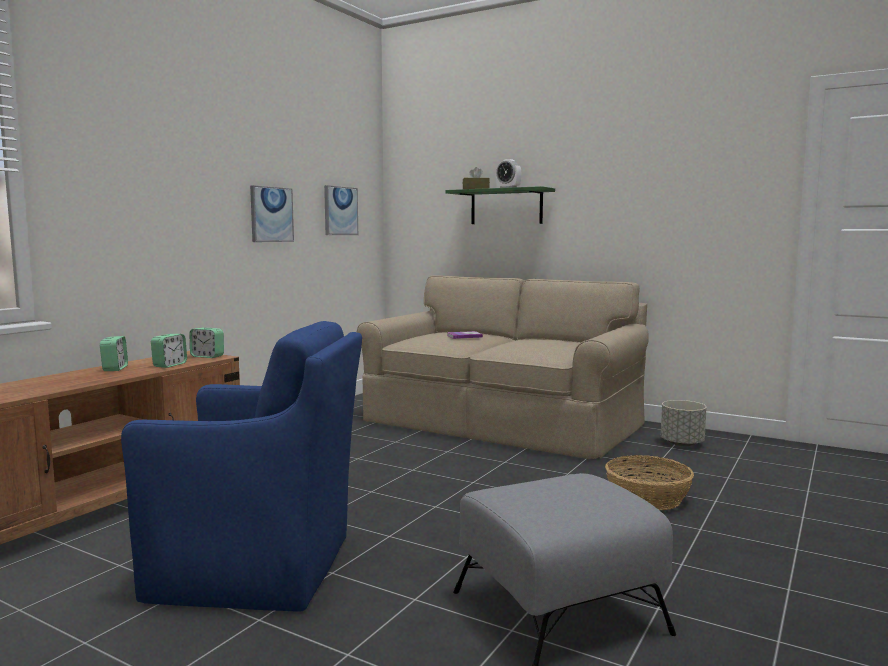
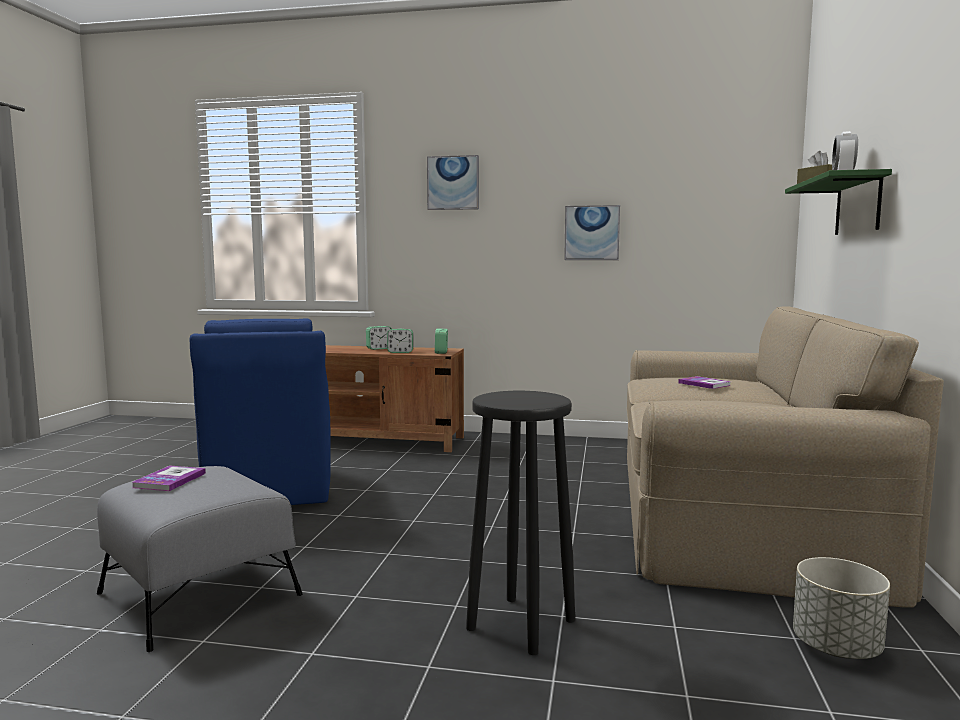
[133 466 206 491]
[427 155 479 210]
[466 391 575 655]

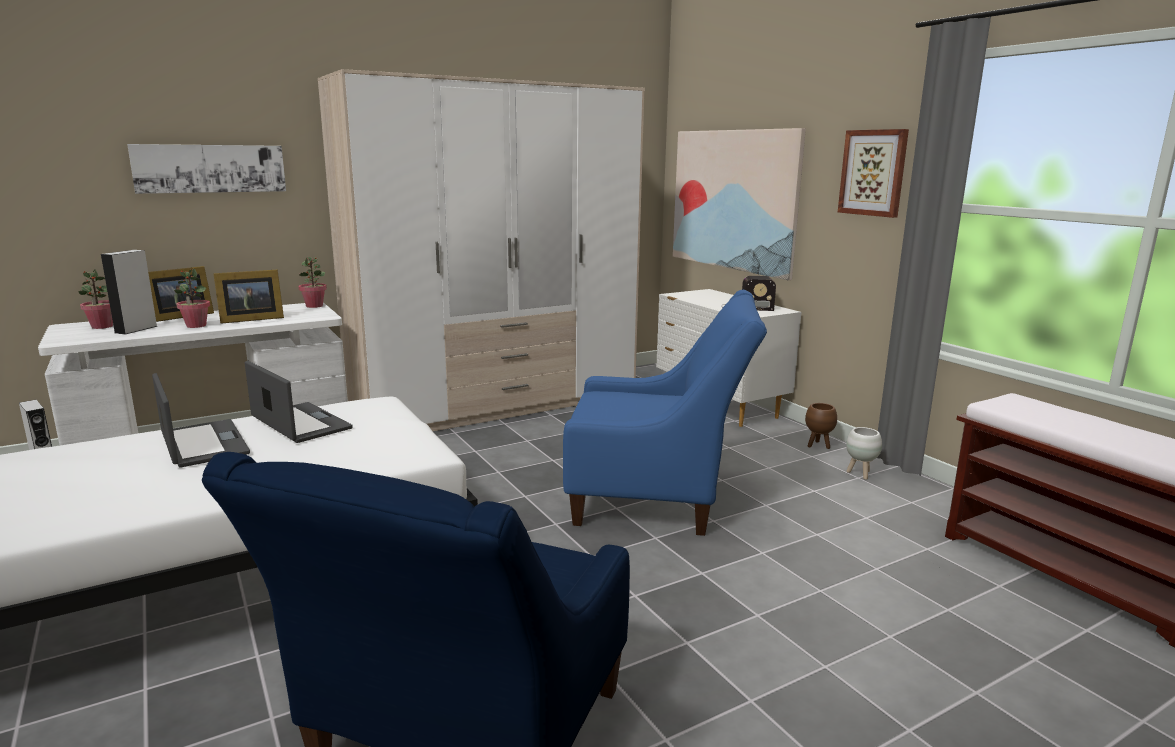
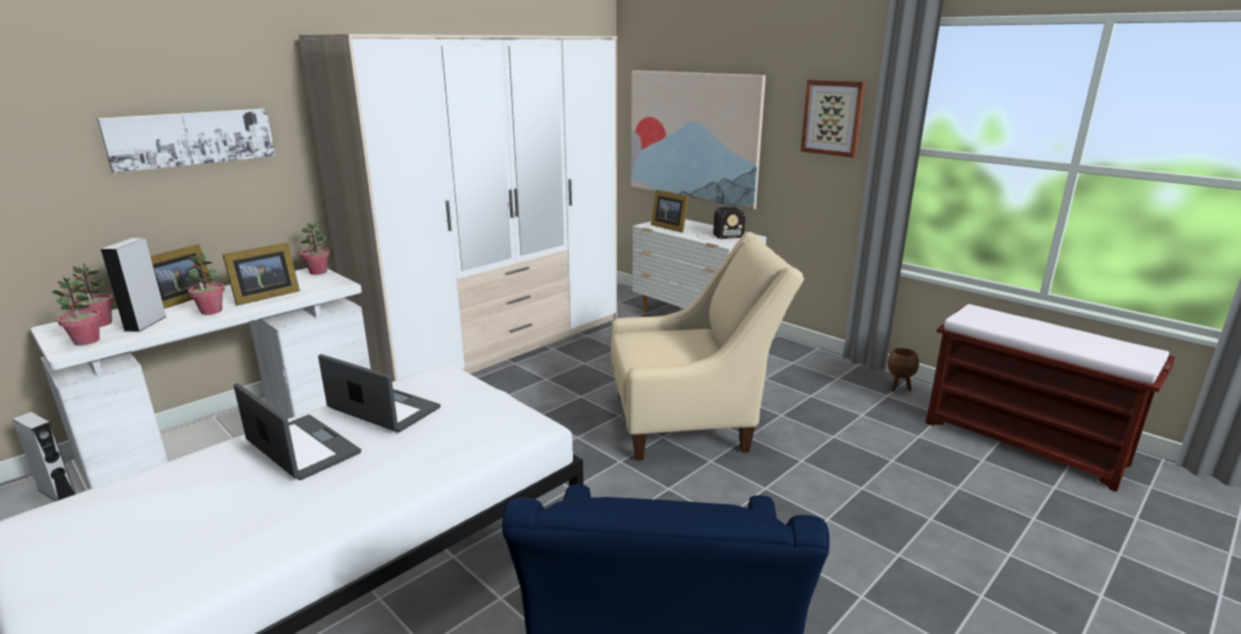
[846 427 882 480] (first image)
[52 277 102 345]
[651 190 689 233]
[887 348 919 391]
[611 232 804 461]

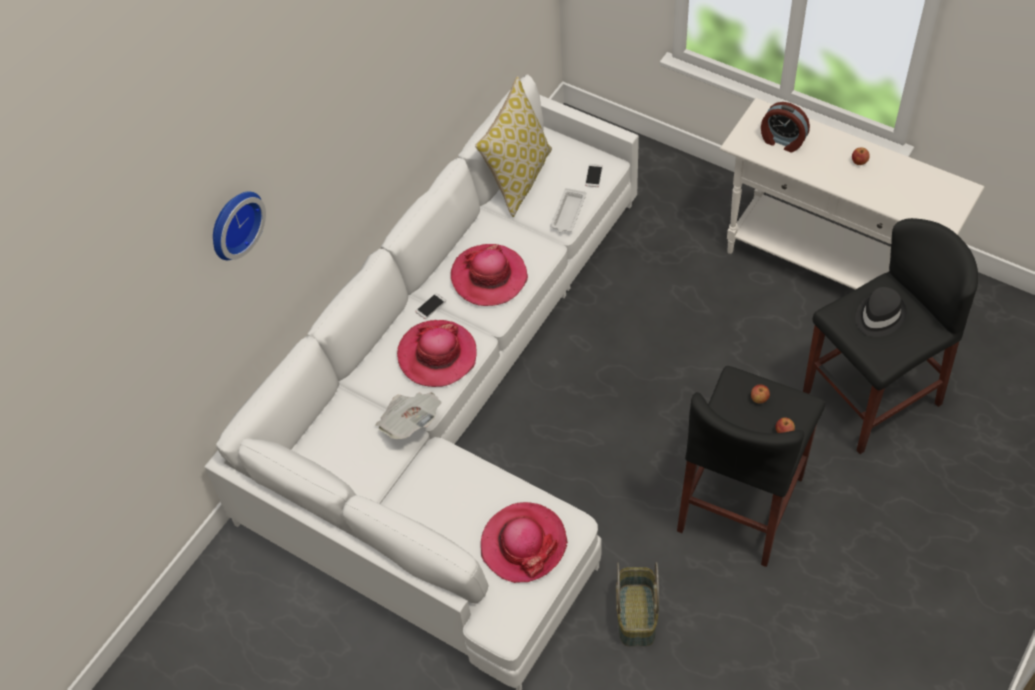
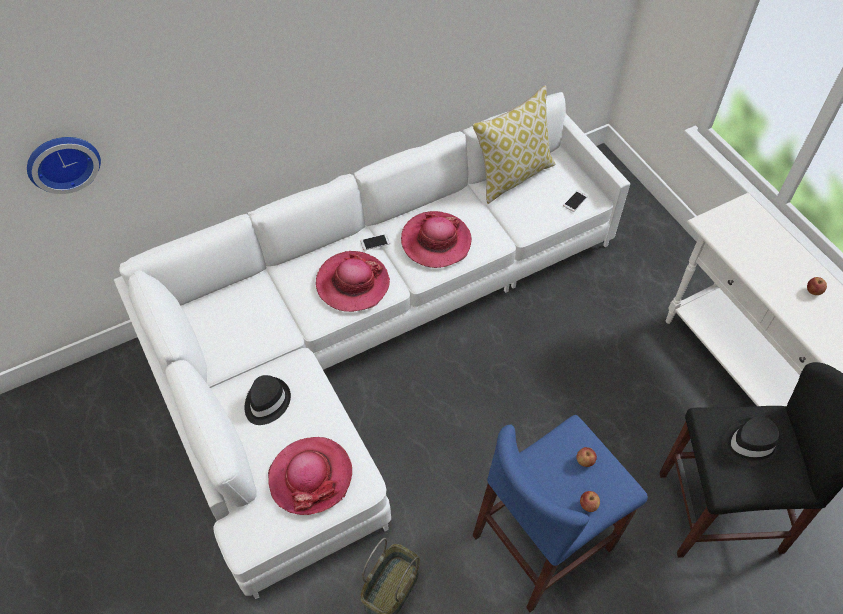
[375 392 441 439] (first image)
[550 188 587 233] (first image)
[761 102 810 152] (first image)
[245 375 291 425]
[27 137 101 194]
[473 415 648 612]

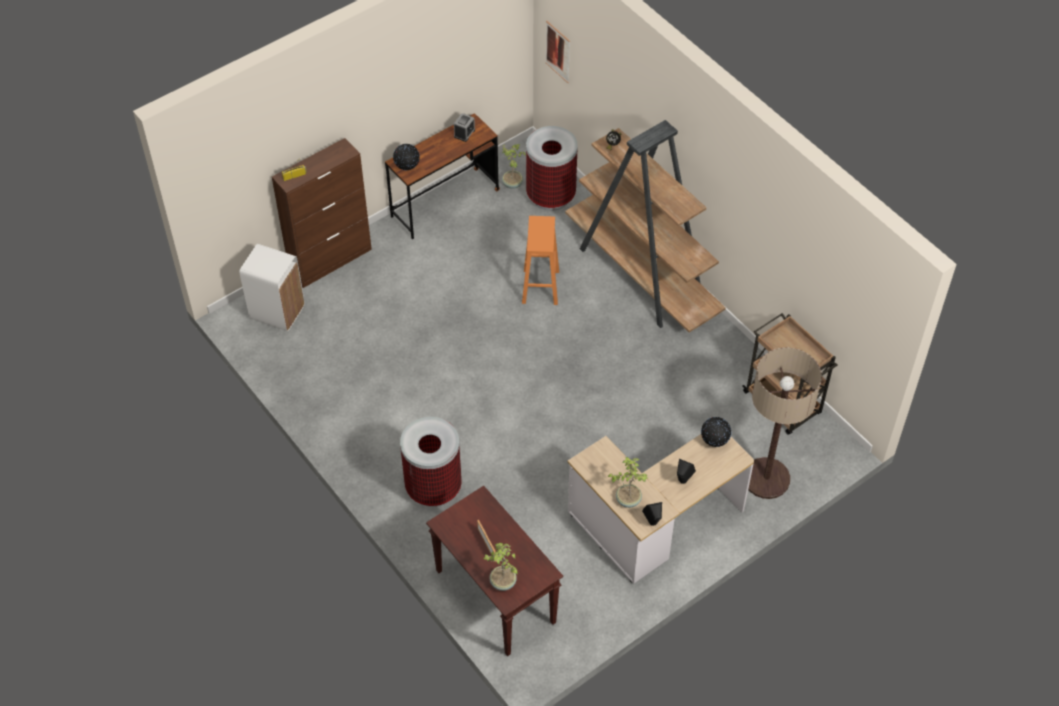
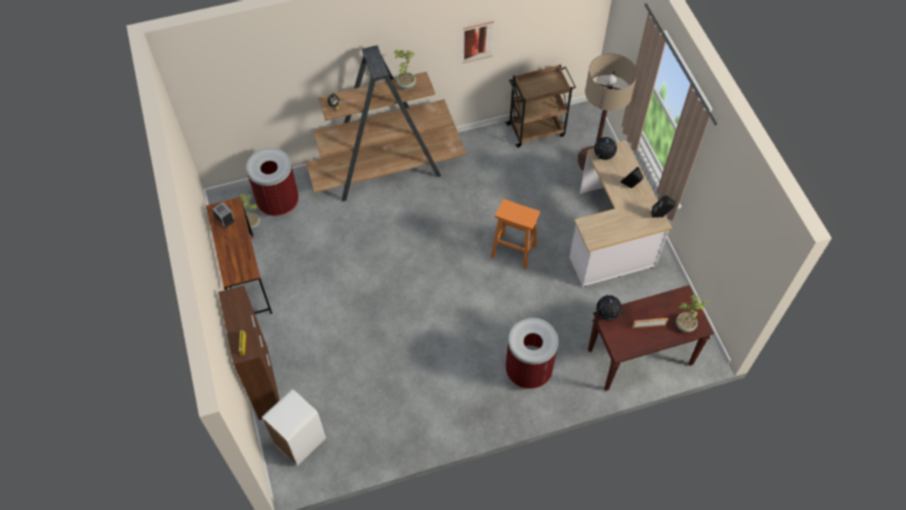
[596 295 622 320]
[491 199 540 269]
[463 21 494 63]
[394 50 416 89]

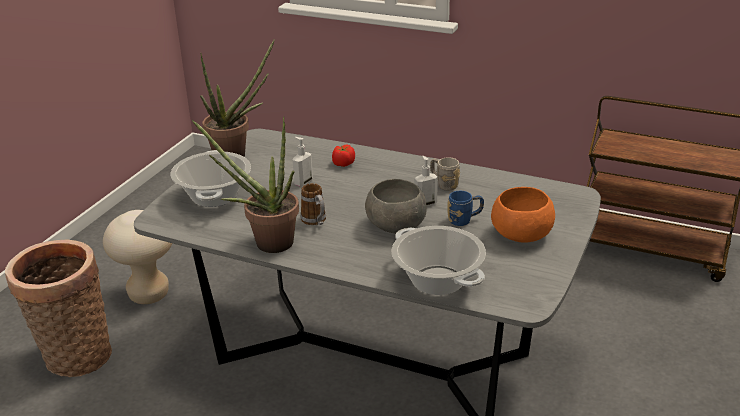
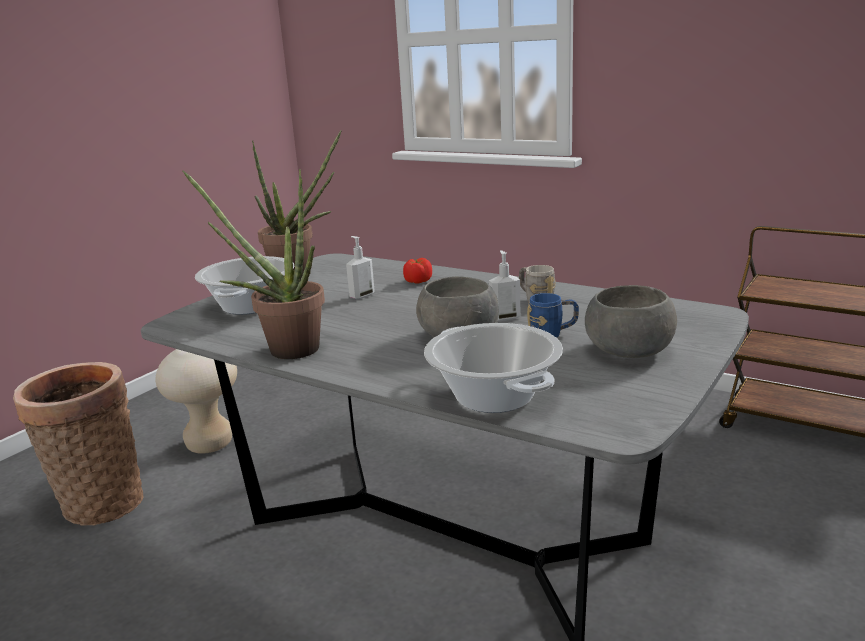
[301 183 326 225] (first image)
[585 285 677 358]

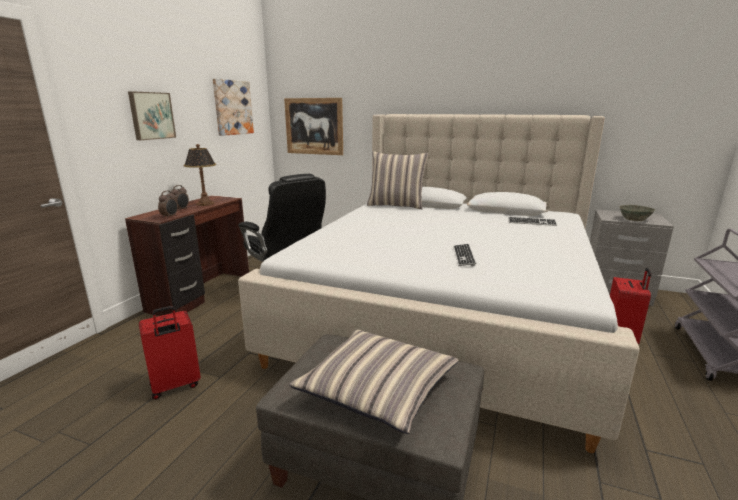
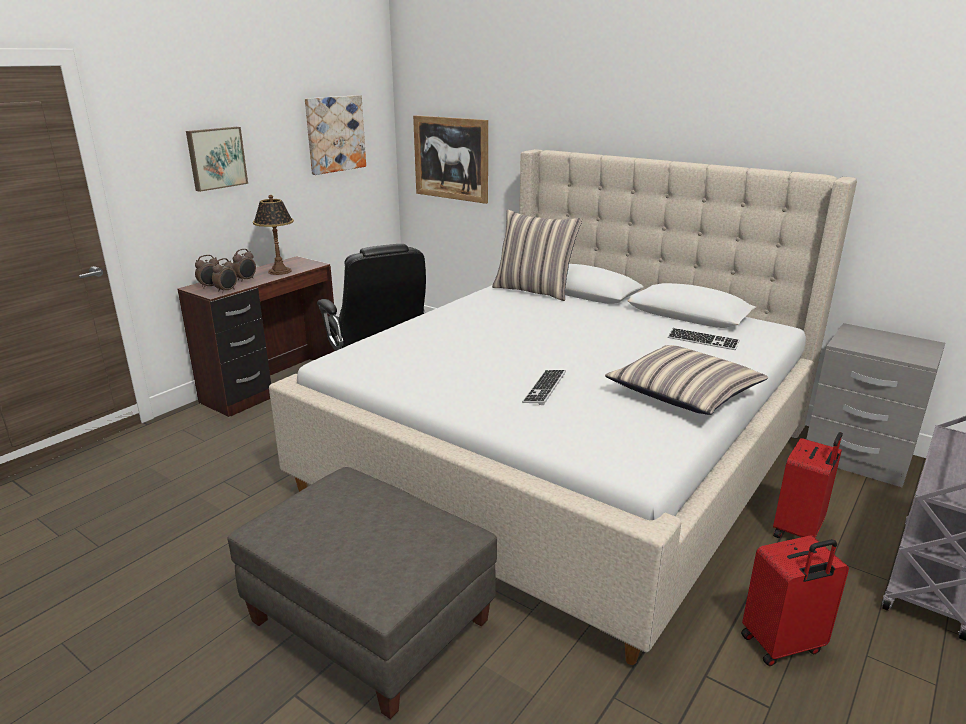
[619 205 655 221] (first image)
[195 255 219 289]
[741 535 849 666]
[605 345 768 415]

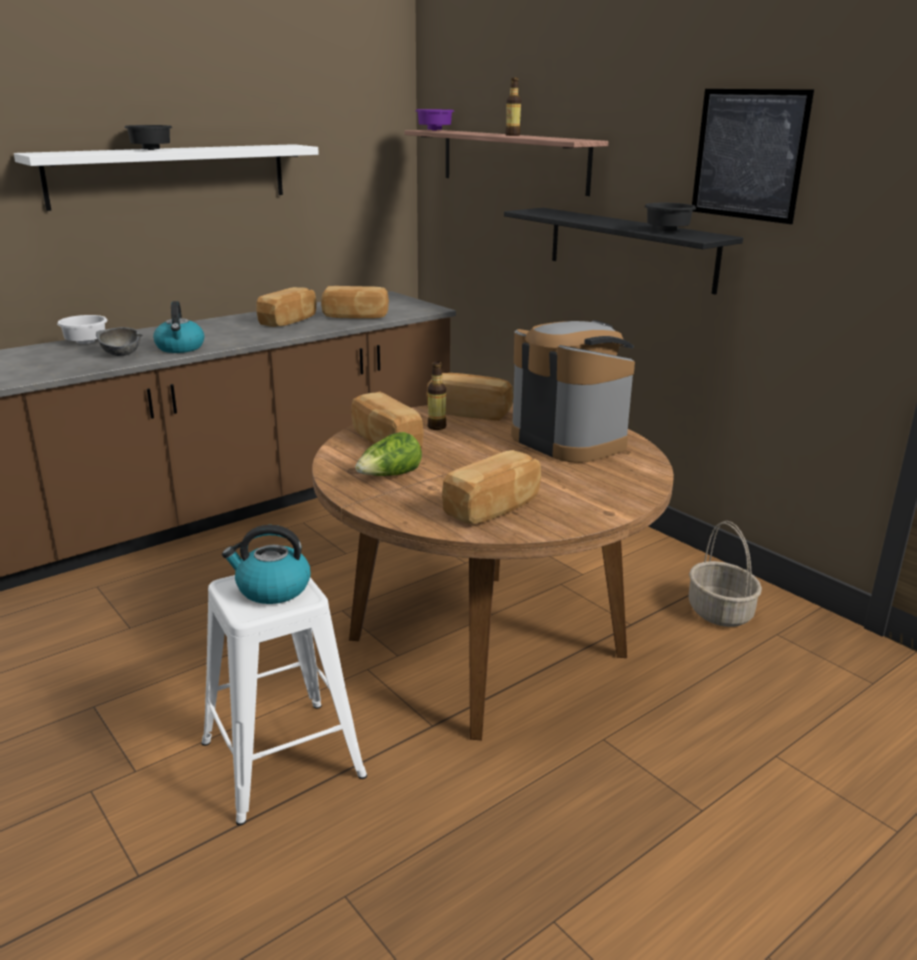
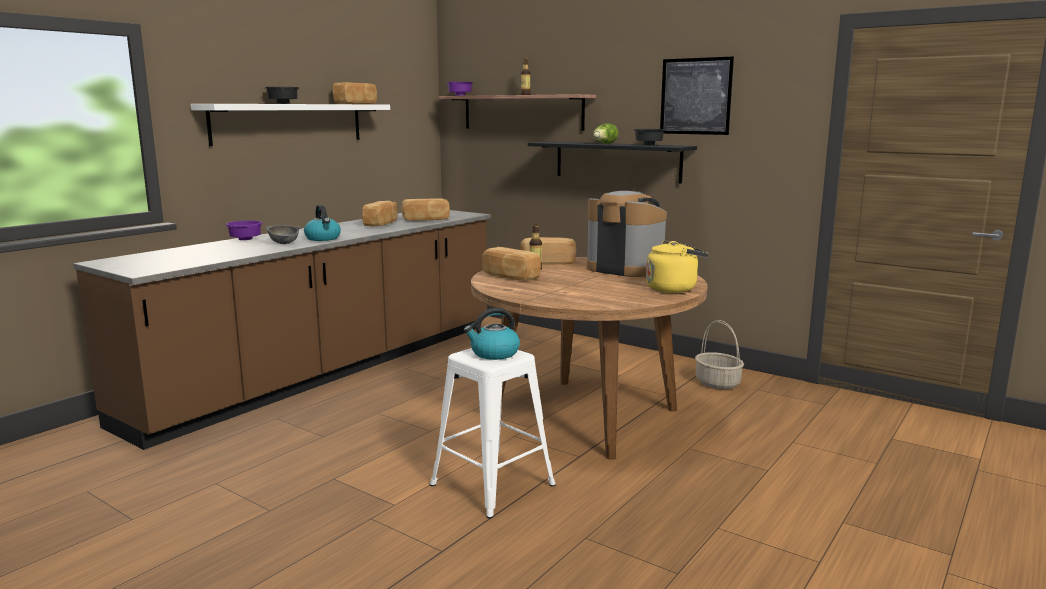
[646 240 708 293]
[593 123 619 144]
[333 82 377 104]
[226 221 263 240]

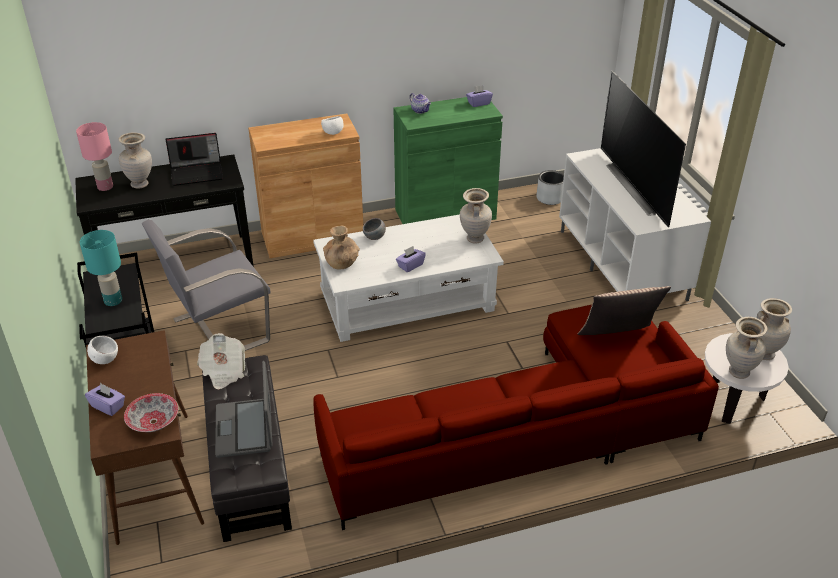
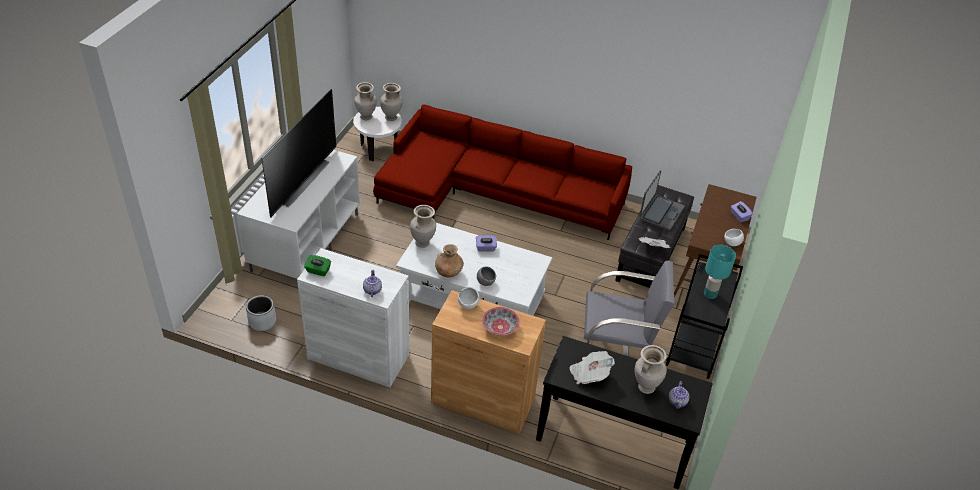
[578 286 671 335] (first image)
[482 307 520 335]
[435 244 464 277]
[669 381 689 409]
[569 351 615 384]
[297 248 409 388]
[304 255 331 276]

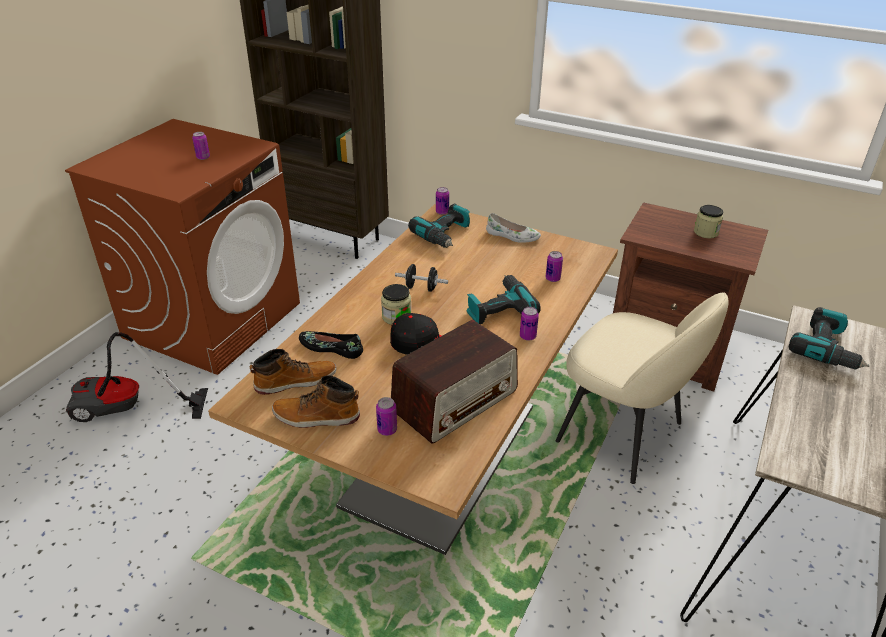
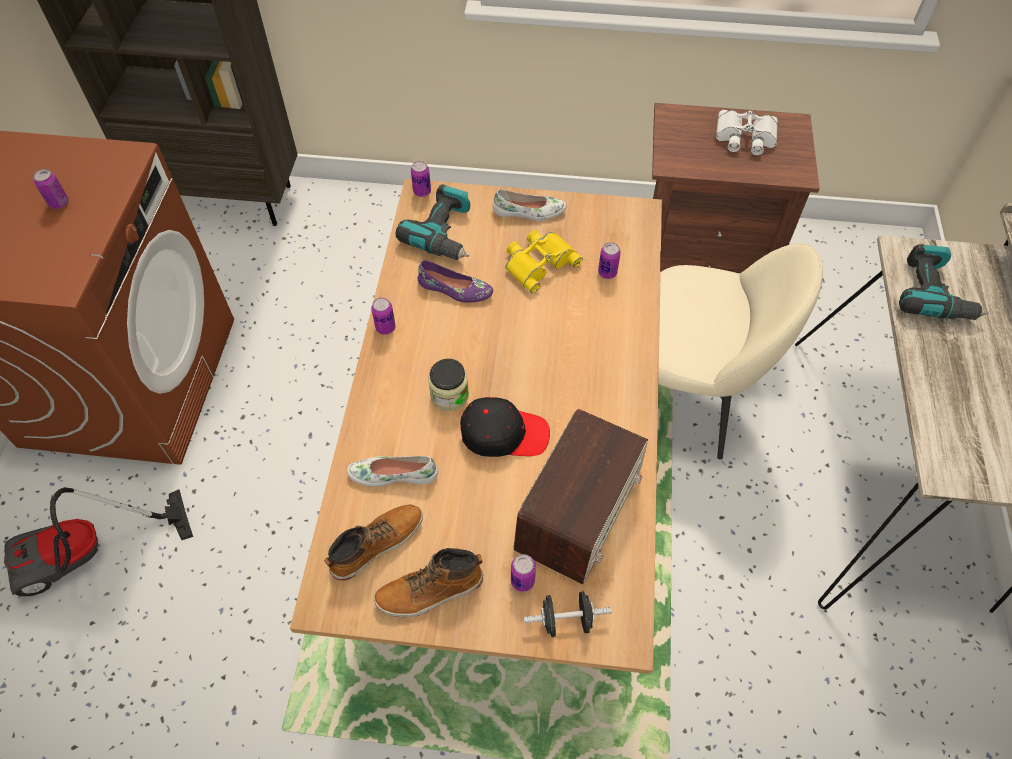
[466 275 541 324] (first image)
[418 260 493 303]
[505 230 583 293]
[524 592 612 637]
[371 298 396 335]
[716 110 778 155]
[347 456 438 487]

